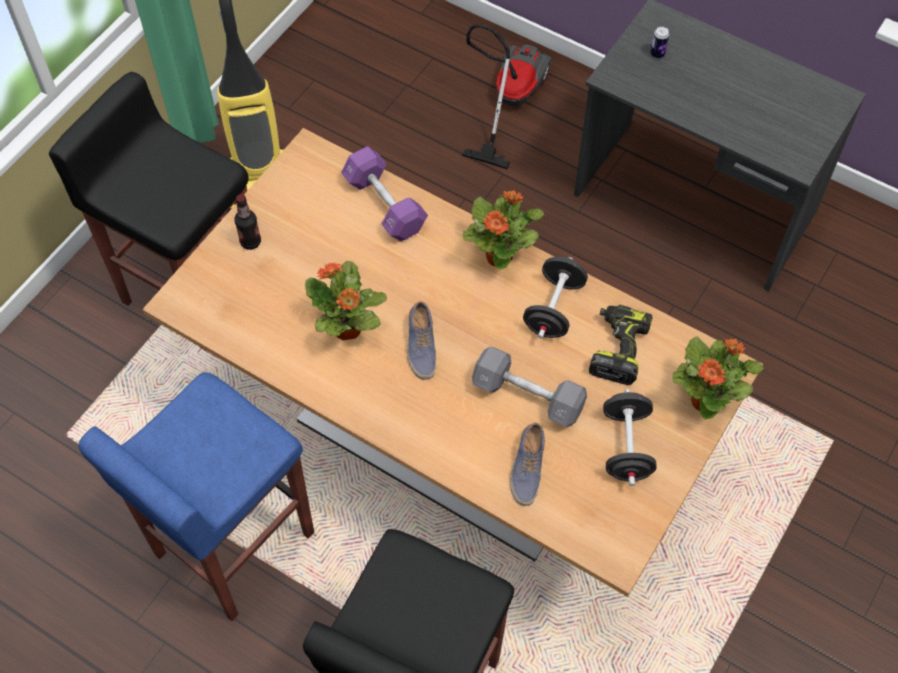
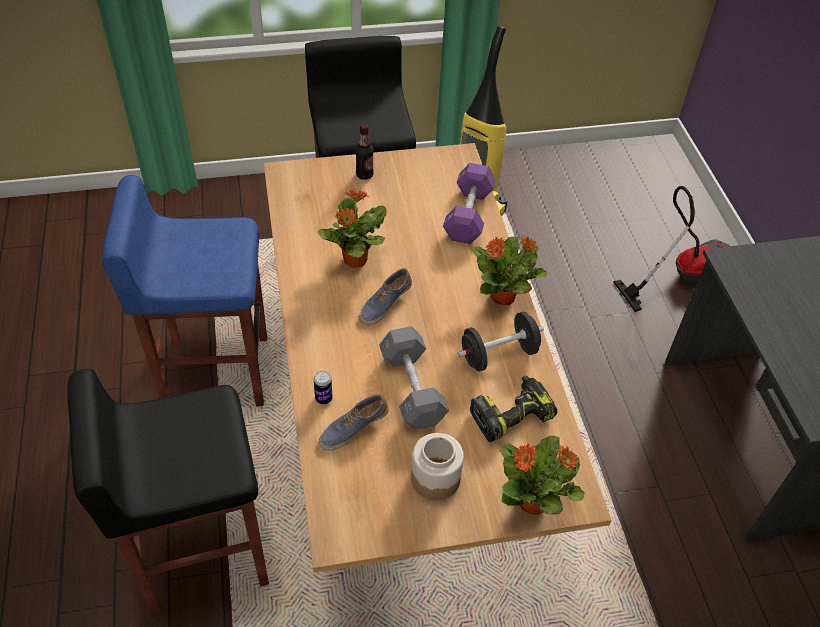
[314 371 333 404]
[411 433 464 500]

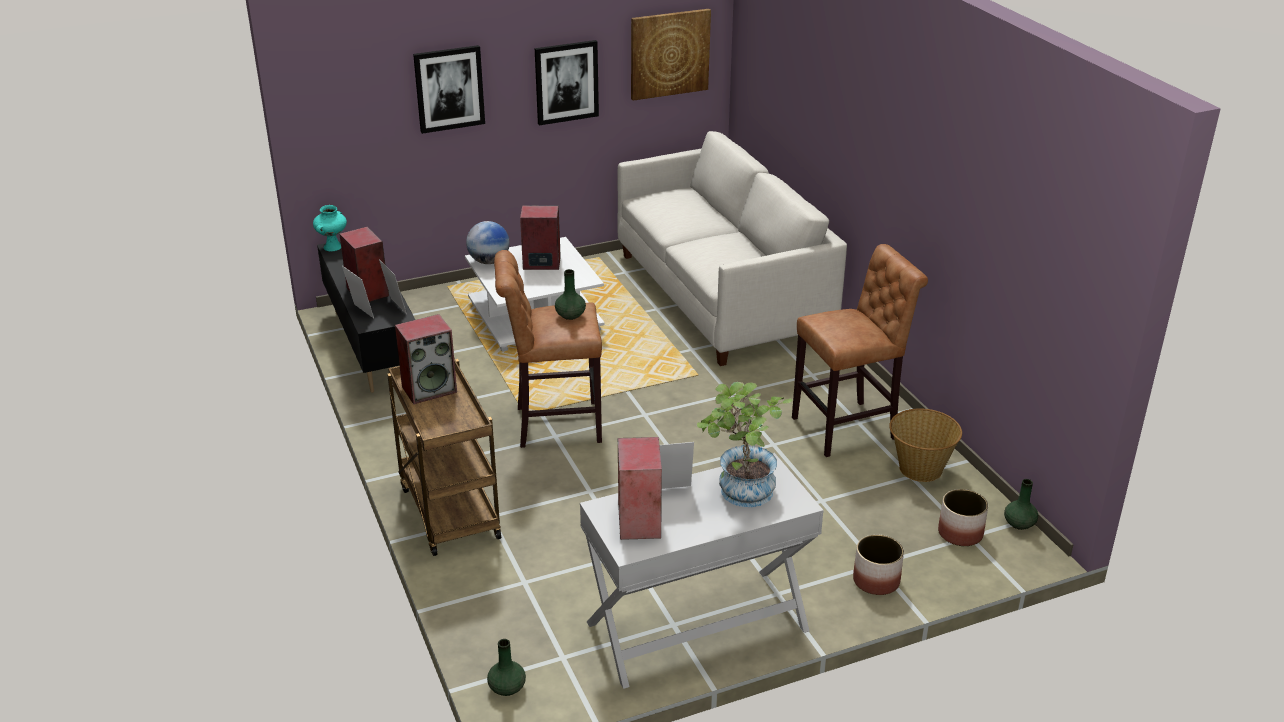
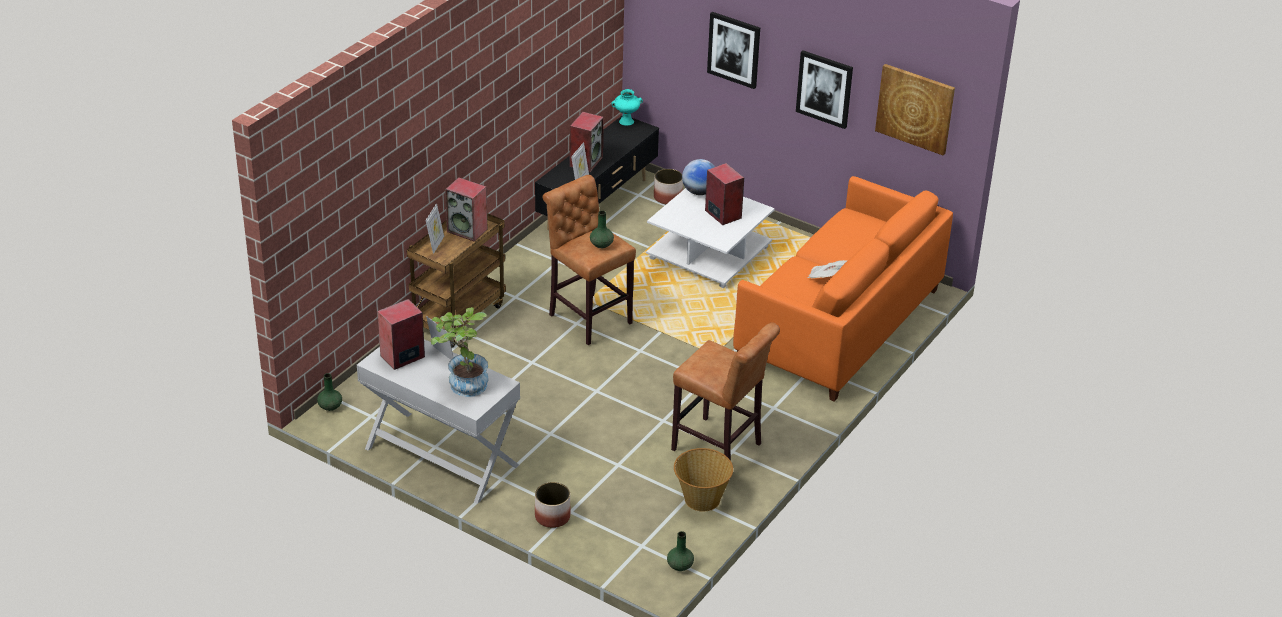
[807 260 848 278]
[425 203 444 254]
[654 169 683 204]
[733 176 953 402]

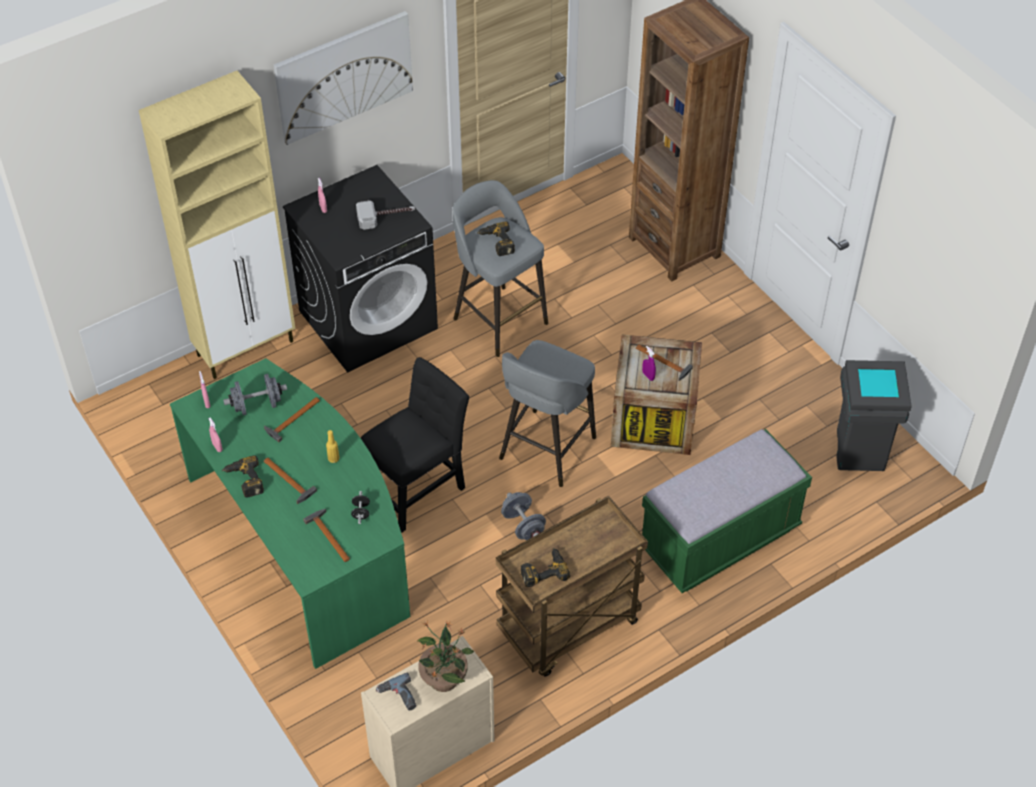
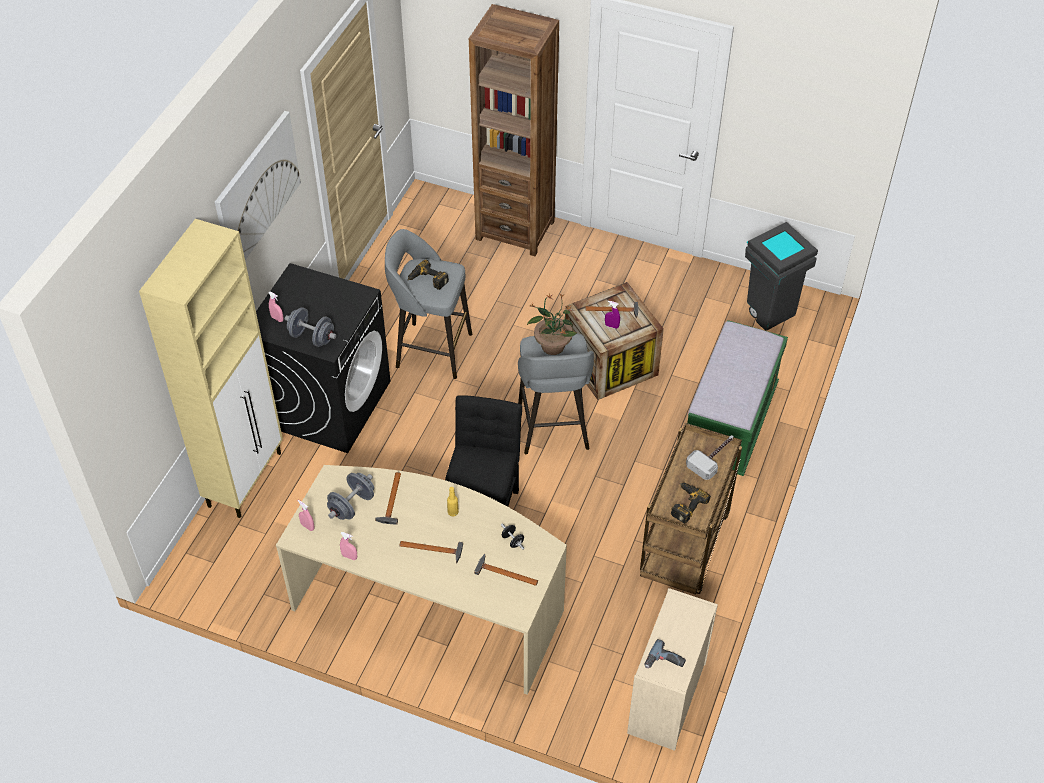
[222 456 264 498] (first image)
[686 435 734 480]
[527 293 577 355]
[285 307 337 347]
[276 465 567 695]

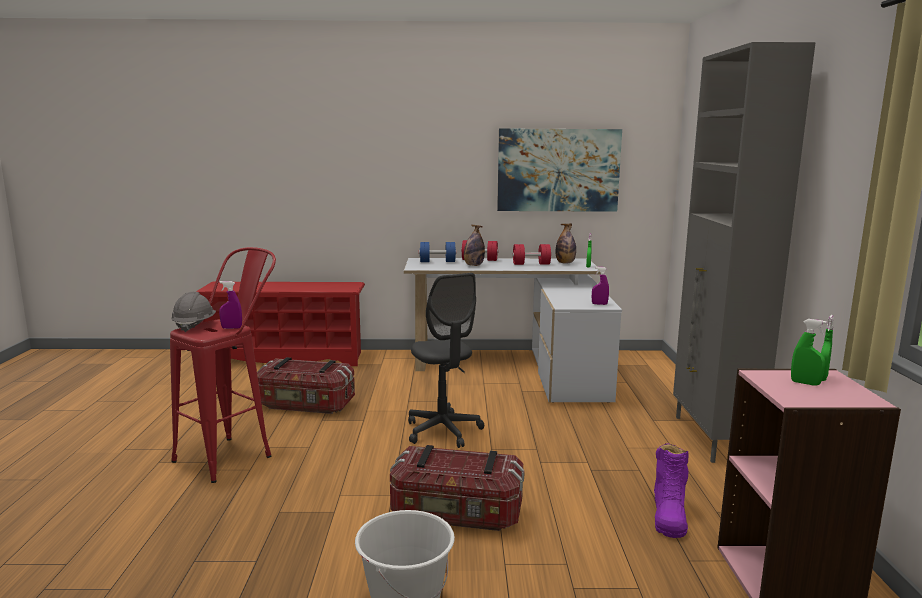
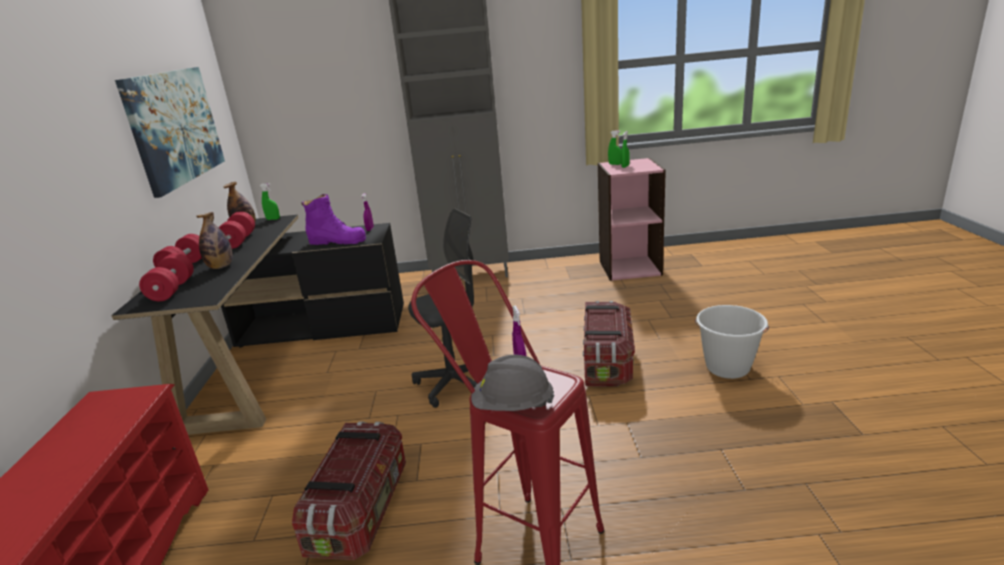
[301 194 366 245]
[111 215 404 435]
[139 253 194 301]

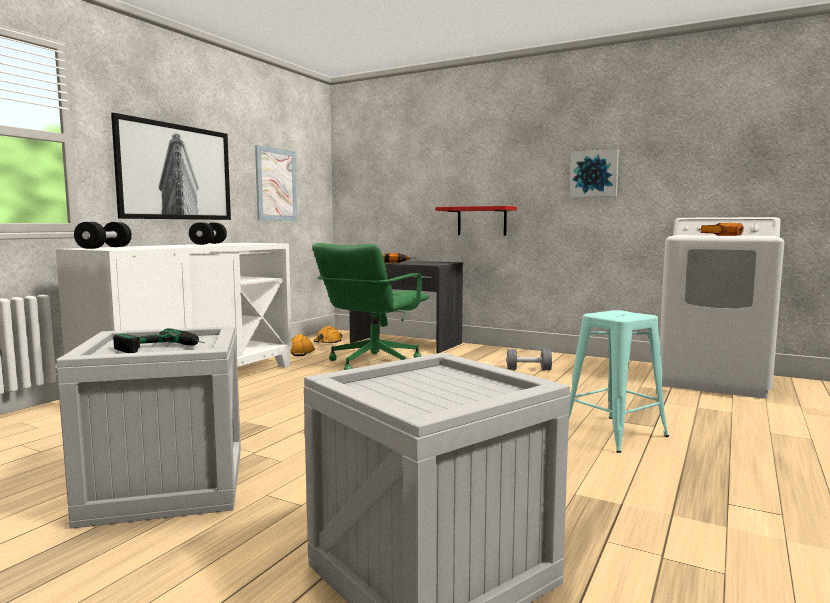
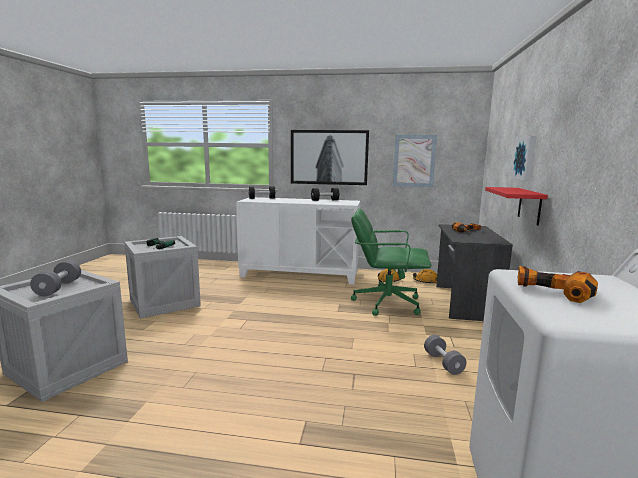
[569 310 669 453] (first image)
[30 260 81 296]
[511 136 536 181]

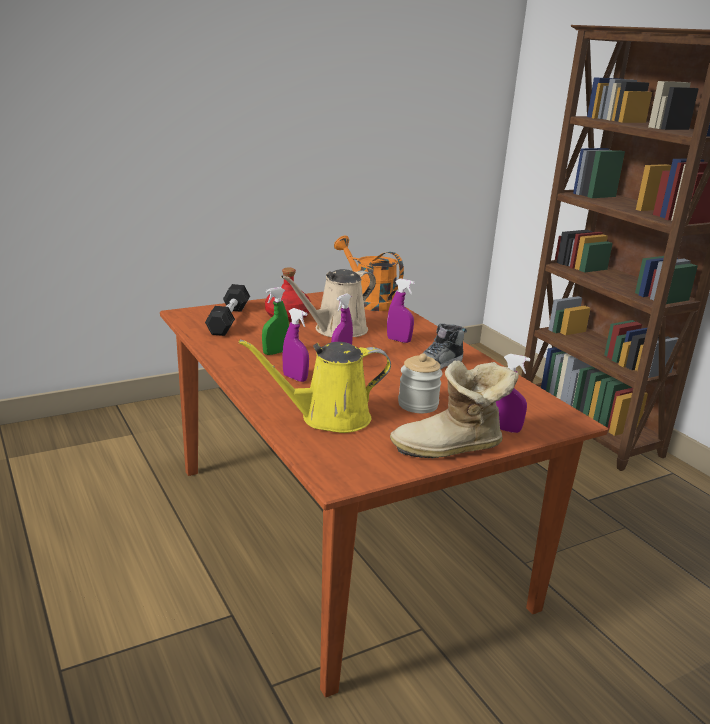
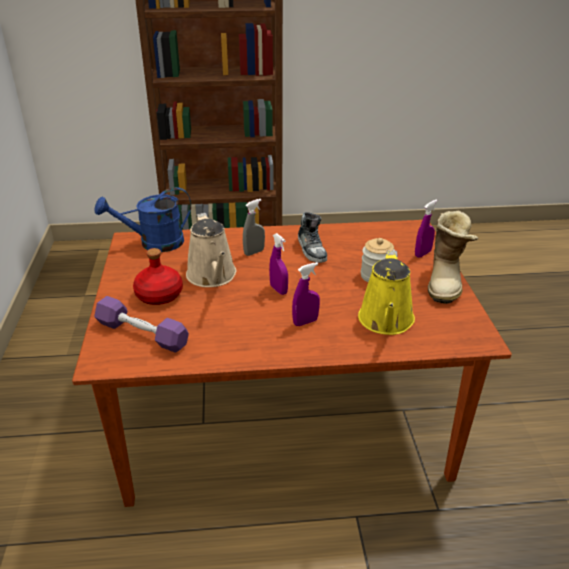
[262 287 289 355] (first image)
[94 296 189 353]
[94 187 191 252]
[243 199 265 256]

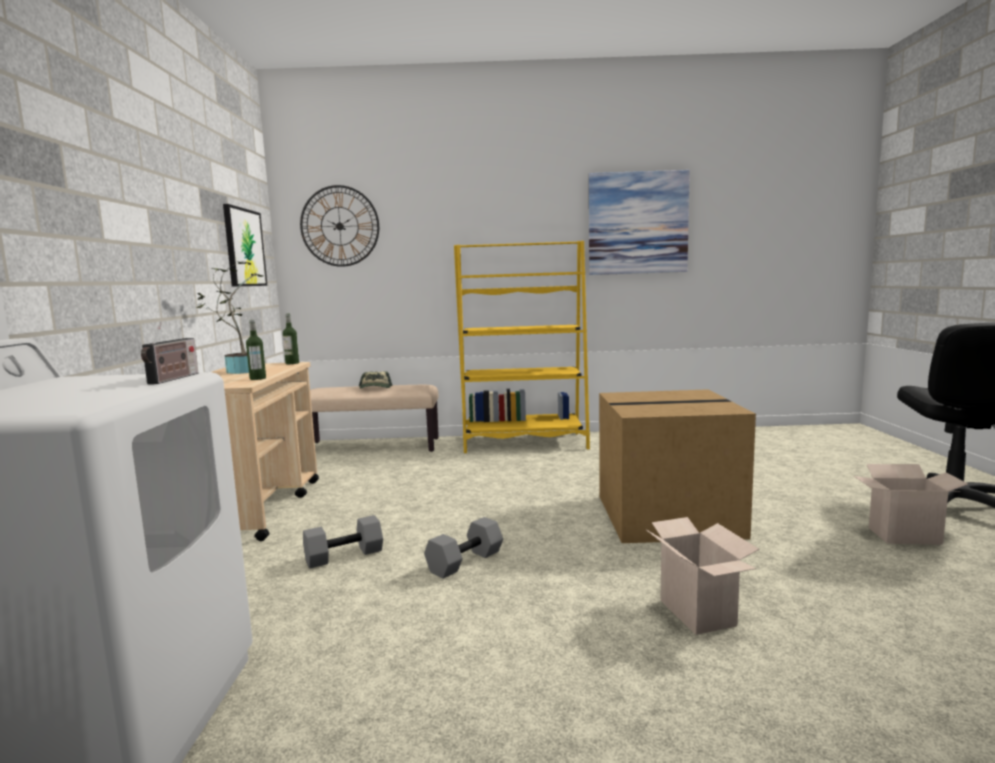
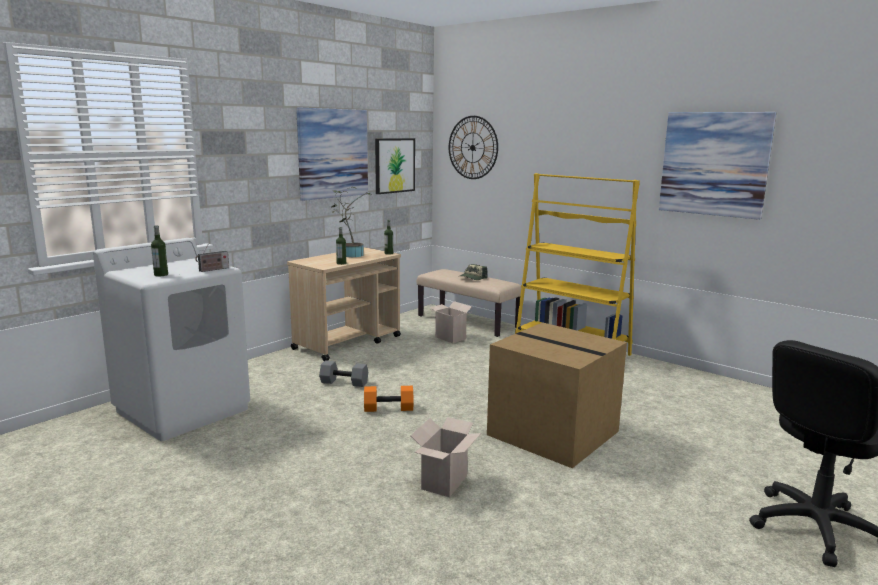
[151 225 168 276]
[296 107 368 201]
[429 301 472 343]
[364 386 413 412]

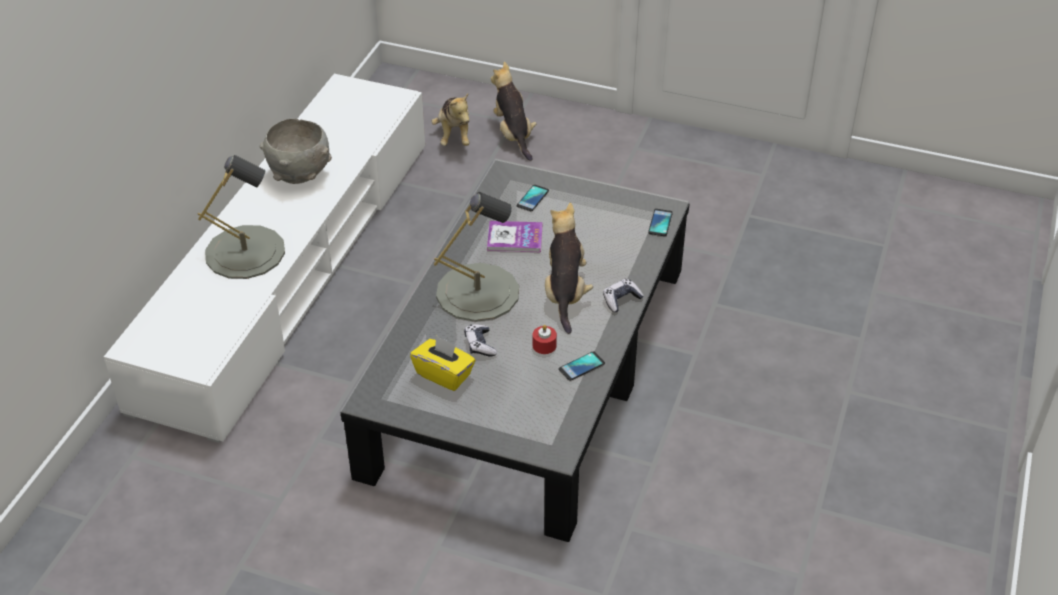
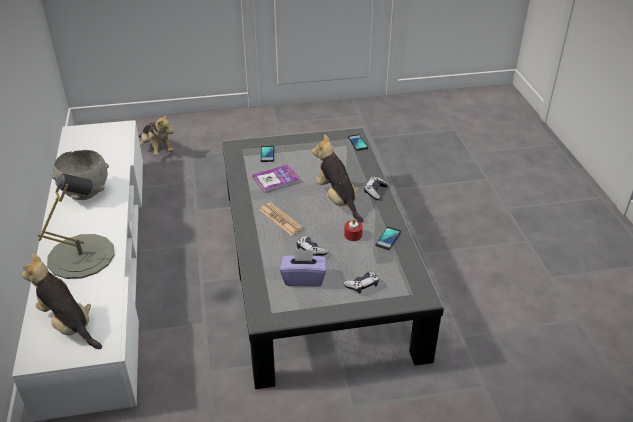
[344 271 379 294]
[22 253 102 349]
[259 202 304 235]
[280 249 326 287]

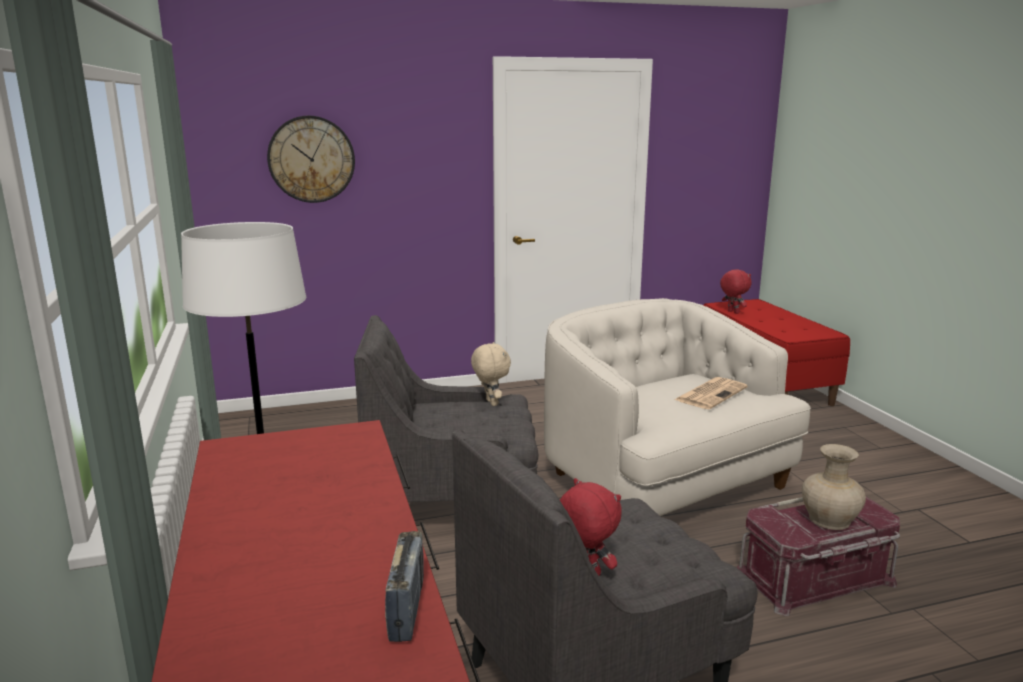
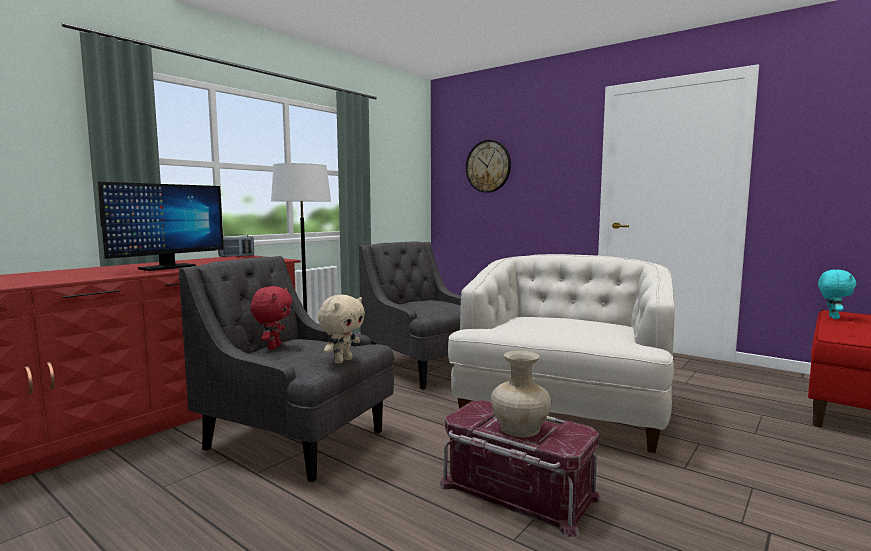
[674 377 748 409] (first image)
[98 182 224 271]
[218 234 254 257]
[318 295 365 364]
[818 270 857 319]

